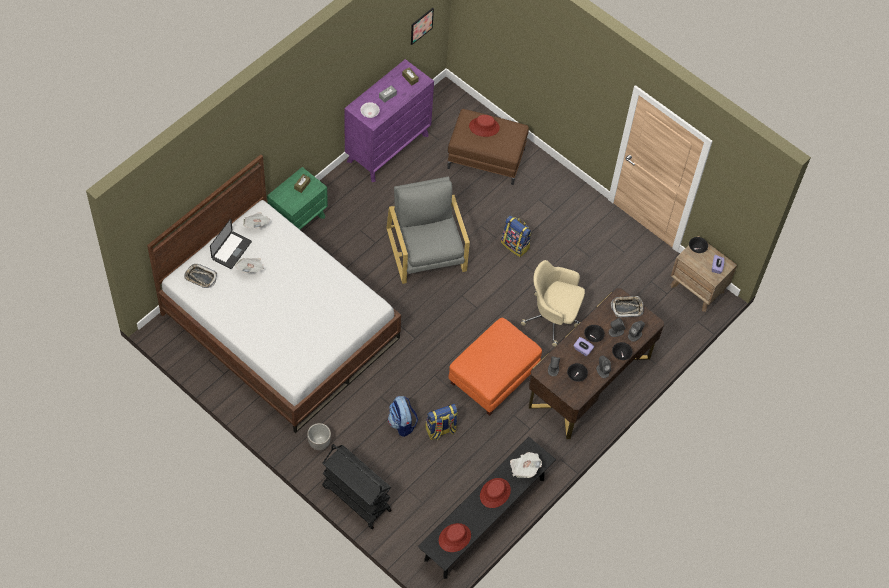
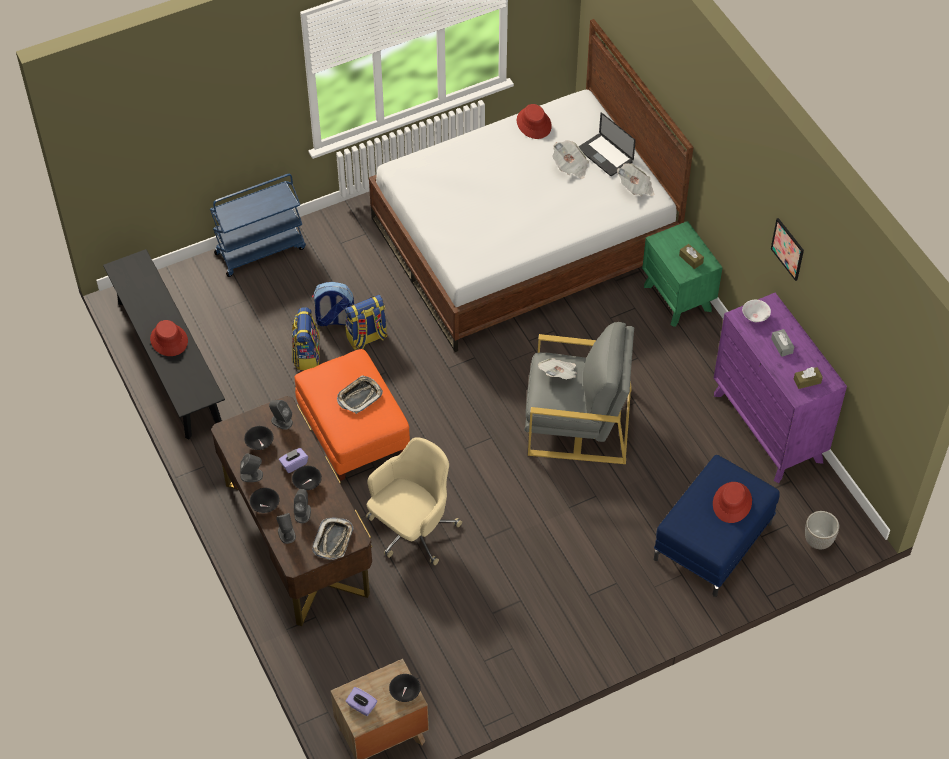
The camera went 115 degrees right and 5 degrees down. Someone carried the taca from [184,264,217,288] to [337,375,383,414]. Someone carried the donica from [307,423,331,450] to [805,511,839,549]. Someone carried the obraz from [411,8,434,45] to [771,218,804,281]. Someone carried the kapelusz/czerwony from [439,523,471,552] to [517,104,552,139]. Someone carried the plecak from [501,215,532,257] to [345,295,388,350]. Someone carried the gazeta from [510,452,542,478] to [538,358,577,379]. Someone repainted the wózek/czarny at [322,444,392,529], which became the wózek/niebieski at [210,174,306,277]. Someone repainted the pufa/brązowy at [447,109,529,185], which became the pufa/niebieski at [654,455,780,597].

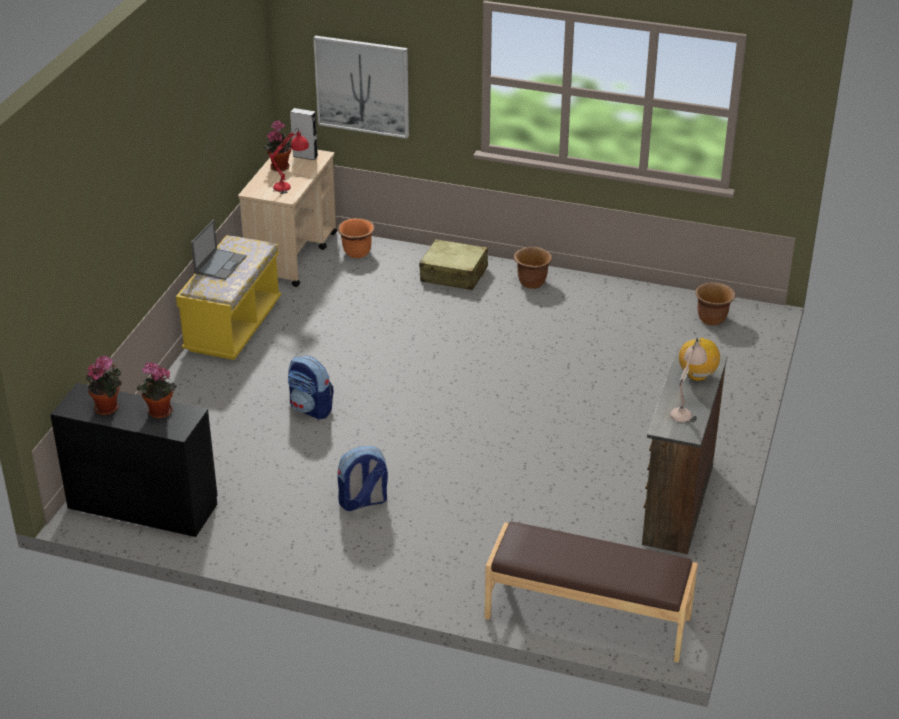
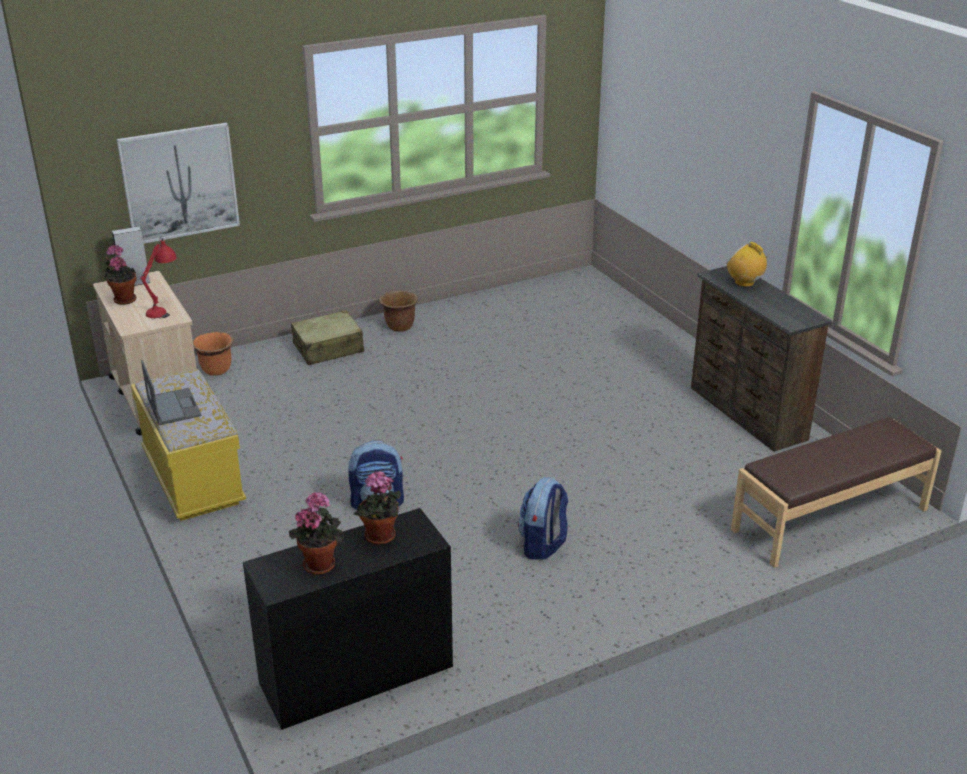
The camera went 45 degrees left and 5 degrees down. Someone took away the lampa stołowa/beżowy at [670,337,707,424]. Someone took away the donica/brązowy at [695,282,736,326].

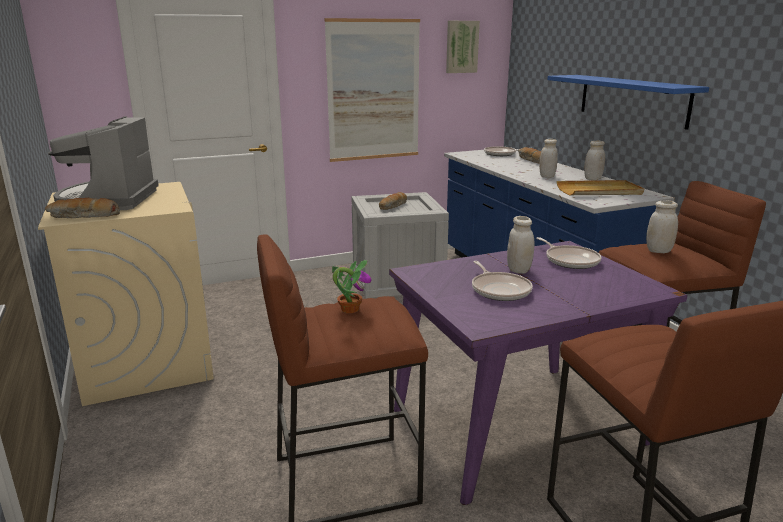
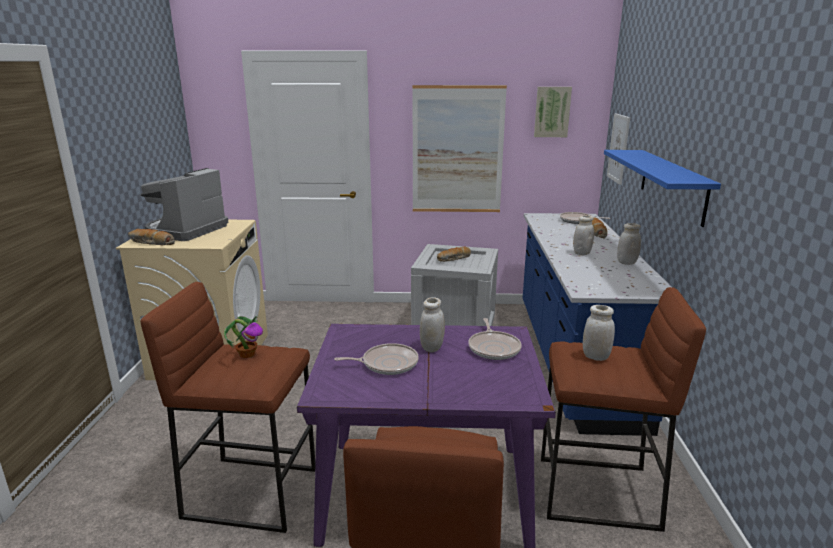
The camera went 25 degrees right and 0 degrees up. Someone took away the taca/beżowy at [557,180,644,195]. Someone put up the obraz at [607,113,630,185]. Someone rotated the patelnia at [472,261,533,301] by 105 degrees counterclockwise.

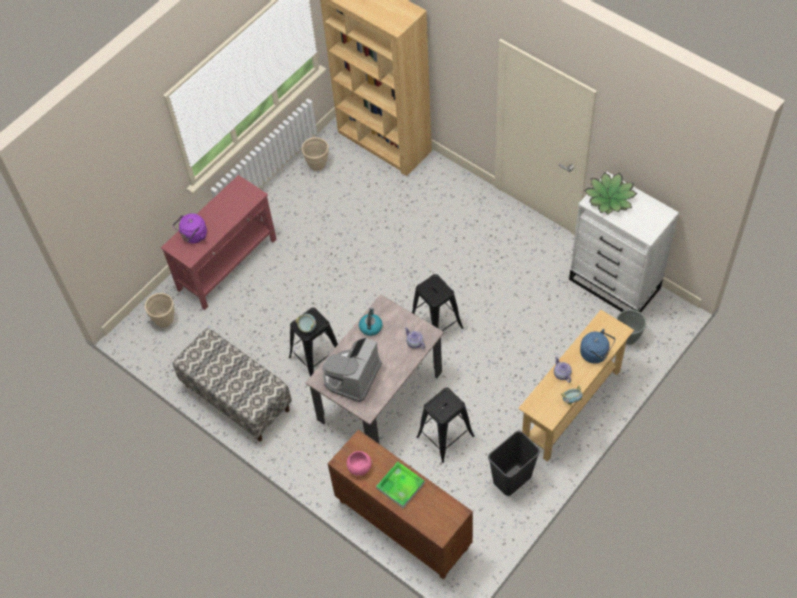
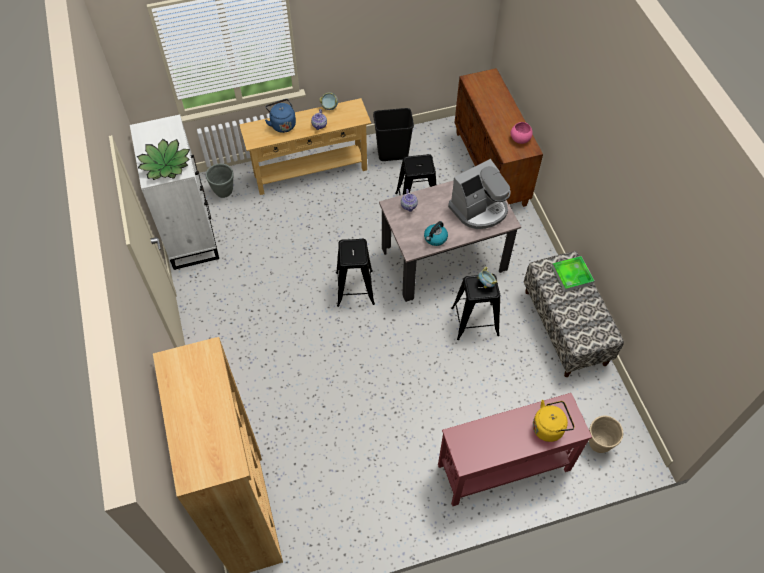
The camera went 150 degrees left and 0 degrees up. Someone took away the donica/beżowy at [302,137,329,171]. Someone carried the taca from [376,462,425,508] to [552,256,594,292]. Someone repainted the czajnik/fioletowy at [173,213,207,243], which became the czajnik/żółty at [533,400,575,442].

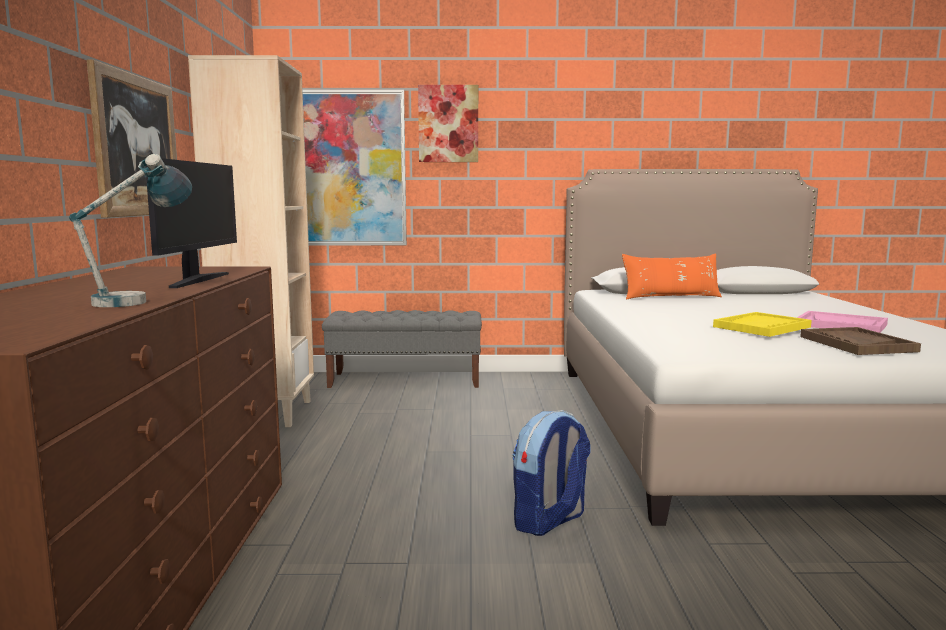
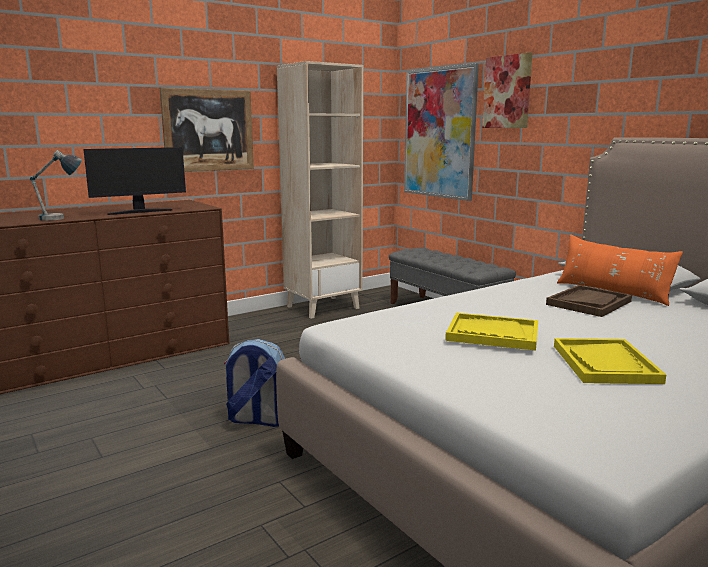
The camera went 55 degrees right and 5 degrees up. Someone carried the taca/brązowy from [800,327,921,355] to [546,285,632,317]. Someone repainted the taca/różowy at [797,311,888,333], which became the taca/żółty at [554,338,666,384].

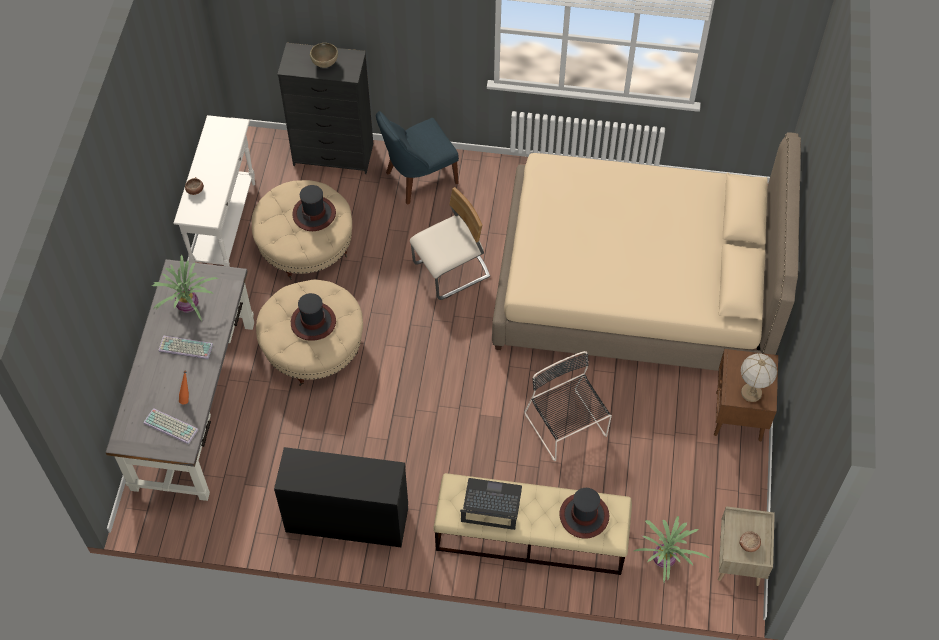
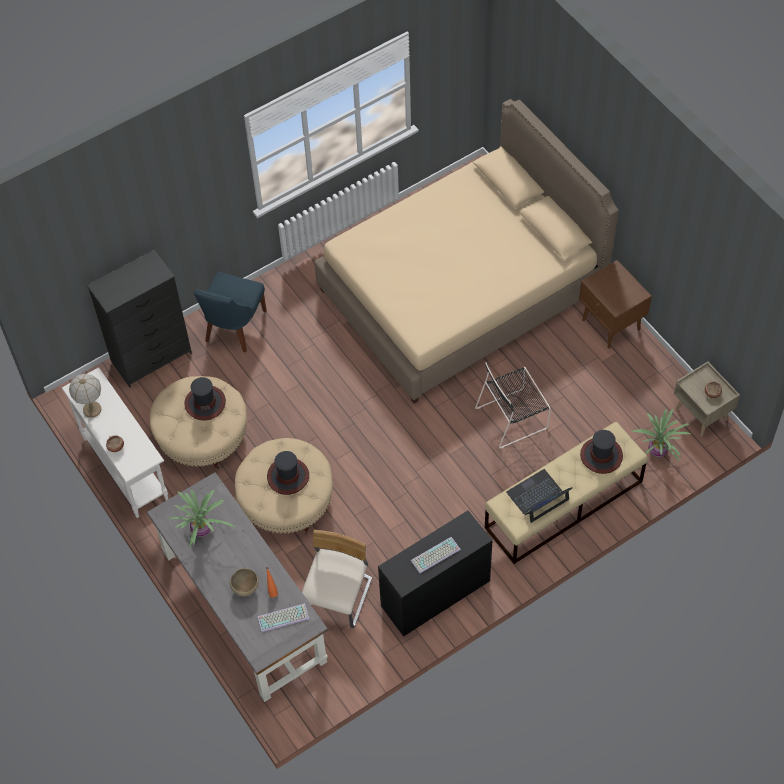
The camera went 40 degrees left and 0 degrees up. Someone carried the klawiatura from [158,336,213,359] to [411,537,461,574]. Someone carried the miska/brązowy from [310,43,338,68] to [230,568,258,596]. Someone carried the krzesło/beżowy from [410,187,490,300] to [302,530,372,628]. Someone carried the lampa stołowa from [741,353,777,402] to [69,374,101,418]. Someone rotated the krzesło/czarny at [524,351,612,461] by 45 degrees counterclockwise.

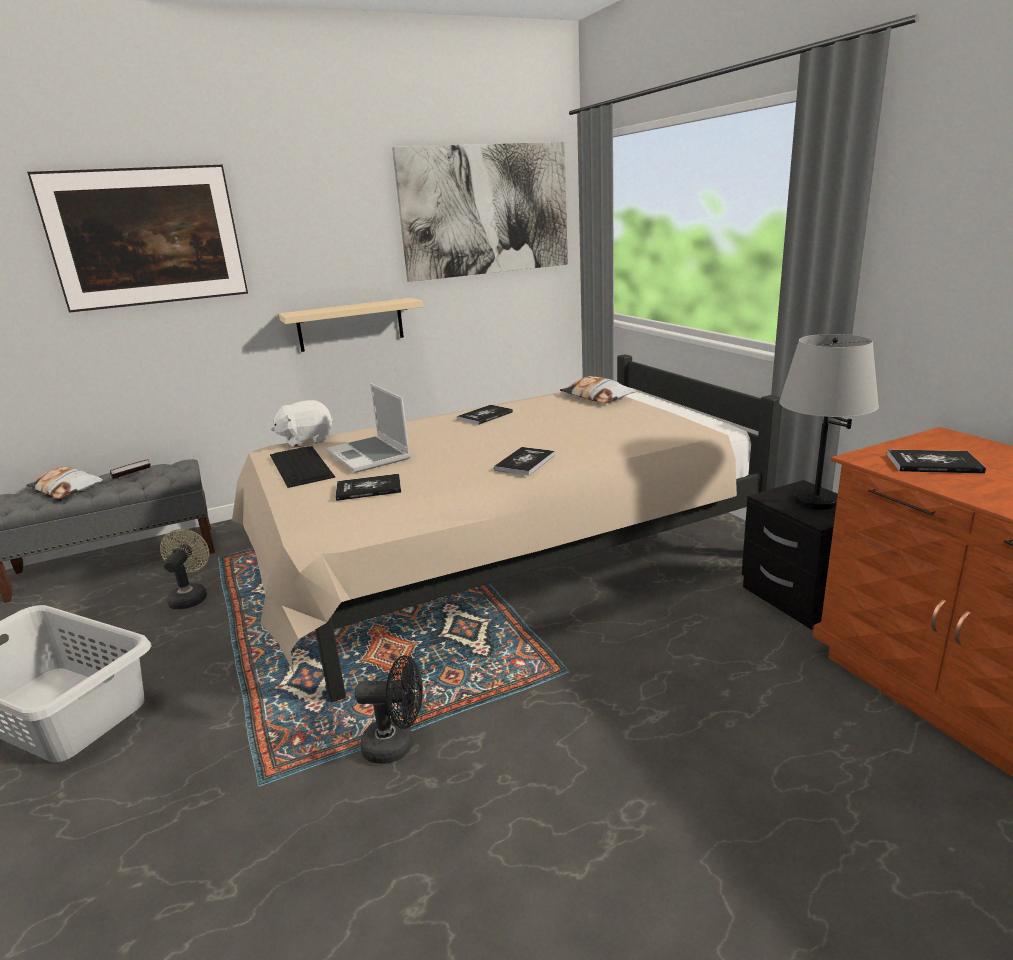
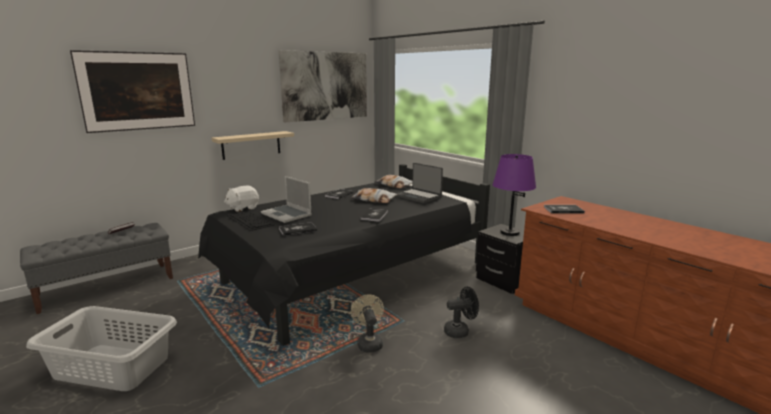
The camera went 15 degrees left and 5 degrees down. Someone put down the laptop at [396,163,443,203]. Someone carried the poduszka from [26,467,103,499] to [350,188,397,203]. Someone carried the wentylator/beżowy from [160,529,209,609] to [351,295,384,353]. Someone carried the wentylator/czarny from [355,655,423,764] to [444,287,479,338]. Someone repainted the łóżko/beżowy at [232,354,782,702], which became the łóżko/czarny at [198,164,490,346]. Someone repainted the lampa stołowa/szary at [779,334,879,510], which became the lampa stołowa/fioletowy at [493,154,536,236].

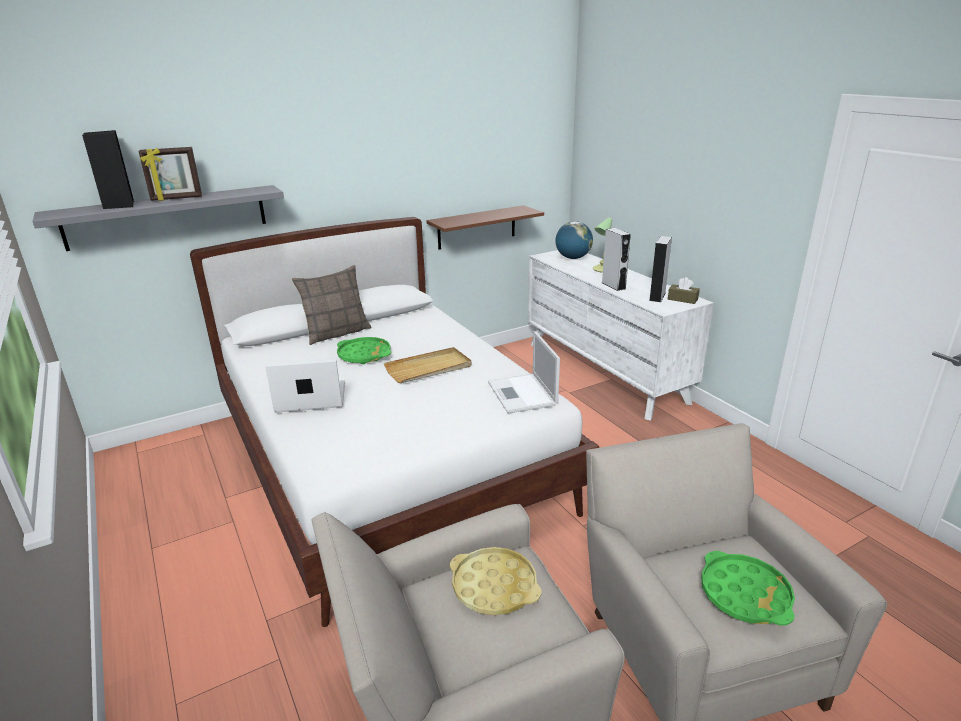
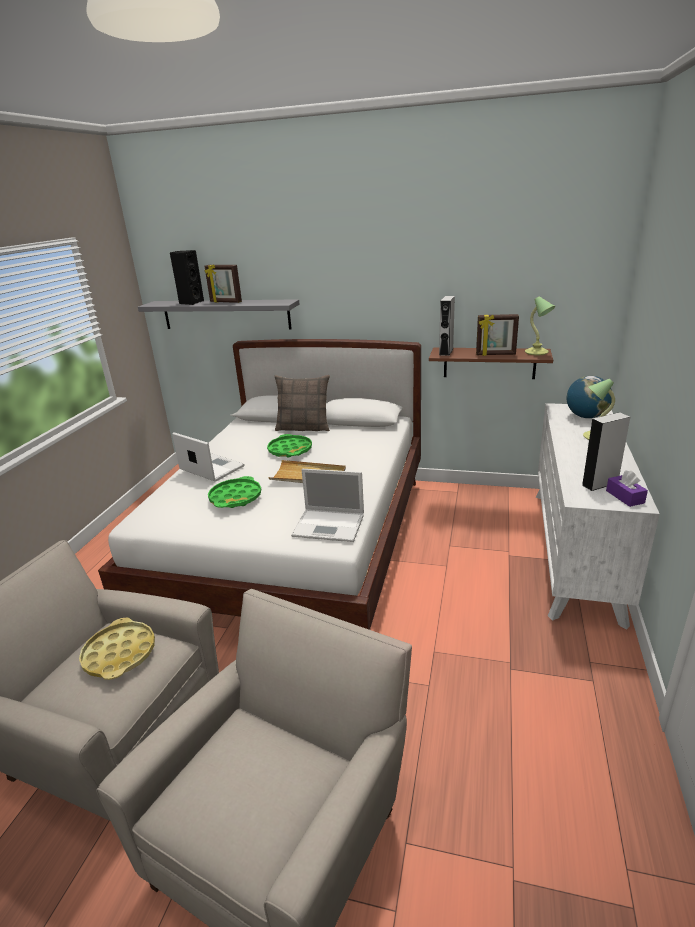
The camera went 45 degrees right and 0 degrees up. Someone put down the ramka na zdjęcie at [476,314,519,356]. Someone put down the lampa stołowa at [525,296,555,355]. Someone carried the głośnik/szary from [602,228,631,291] to [439,296,455,356]. Someone carried the taca/zielony from [701,551,795,626] to [208,476,261,508]. Someone repainted the pudełko chusteczek/brązowy at [668,277,700,304], which became the pudełko chusteczek/fioletowy at [606,470,648,507]. Someone rotated the laptop at [488,331,560,414] by 105 degrees counterclockwise.

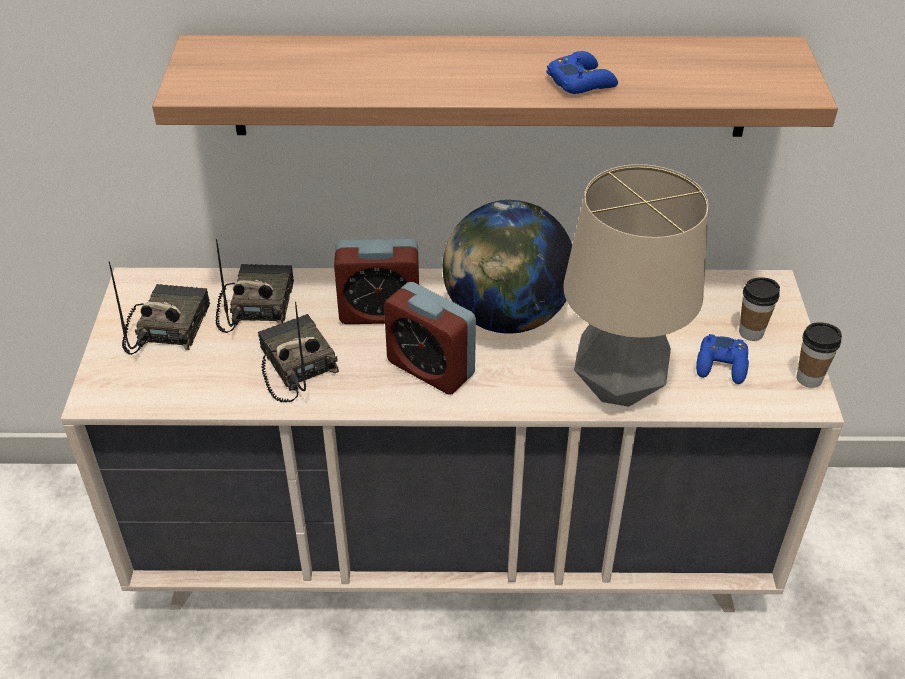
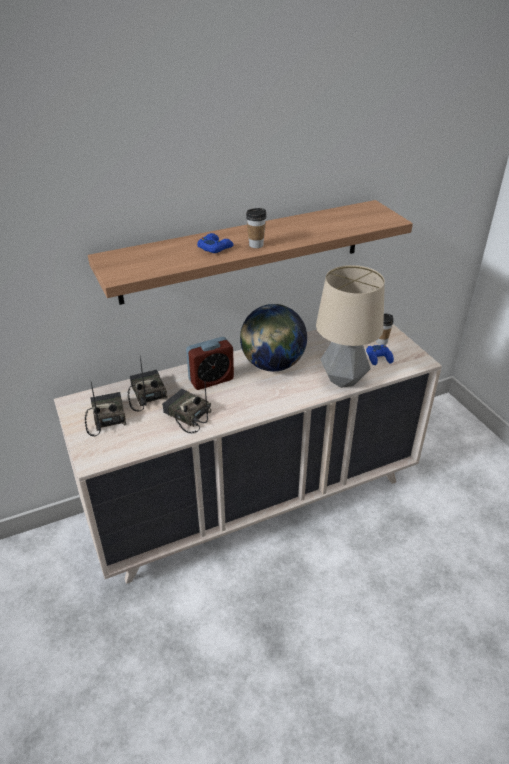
The camera went 25 degrees left and 5 degrees down. Someone took away the budzik at [384,282,476,395]. Someone carried the pad do gier/niebieski from [546,51,618,94] to [197,233,234,253]. Someone carried the filiżanka from [796,322,842,388] to [246,208,267,248].

